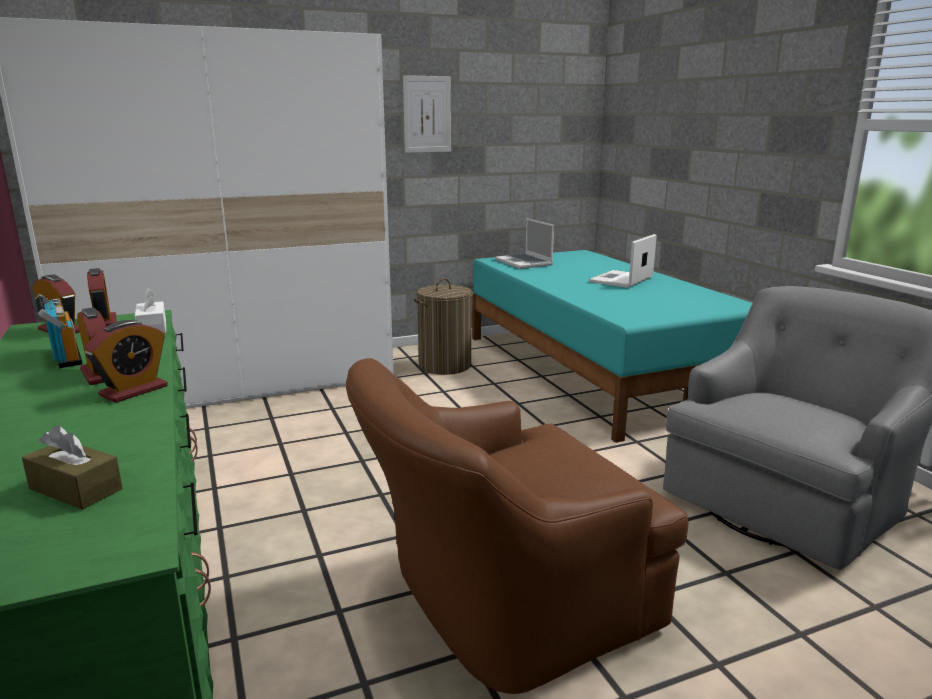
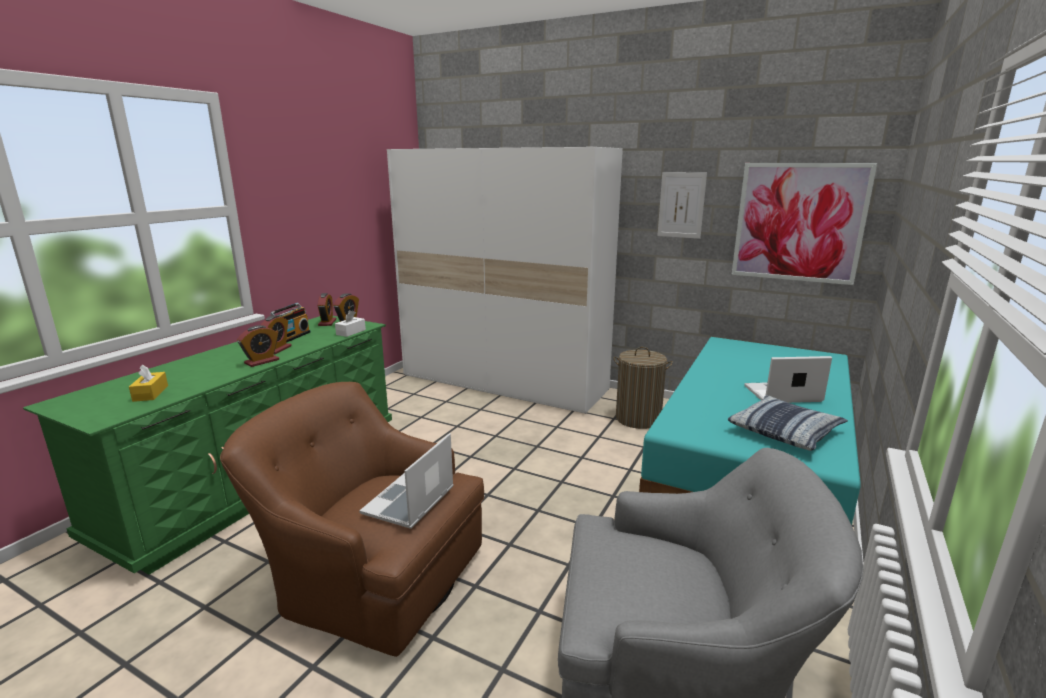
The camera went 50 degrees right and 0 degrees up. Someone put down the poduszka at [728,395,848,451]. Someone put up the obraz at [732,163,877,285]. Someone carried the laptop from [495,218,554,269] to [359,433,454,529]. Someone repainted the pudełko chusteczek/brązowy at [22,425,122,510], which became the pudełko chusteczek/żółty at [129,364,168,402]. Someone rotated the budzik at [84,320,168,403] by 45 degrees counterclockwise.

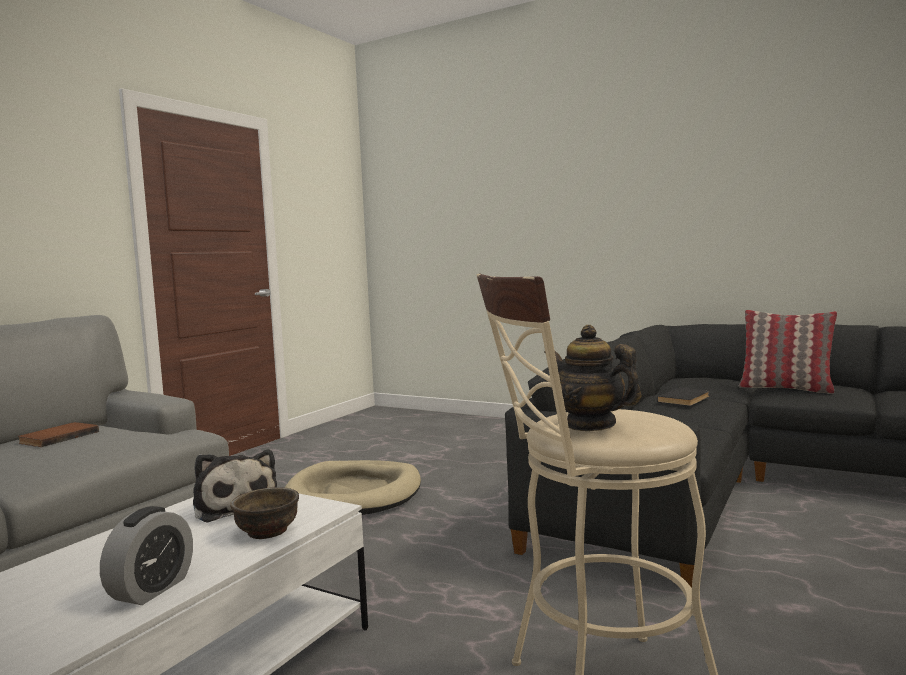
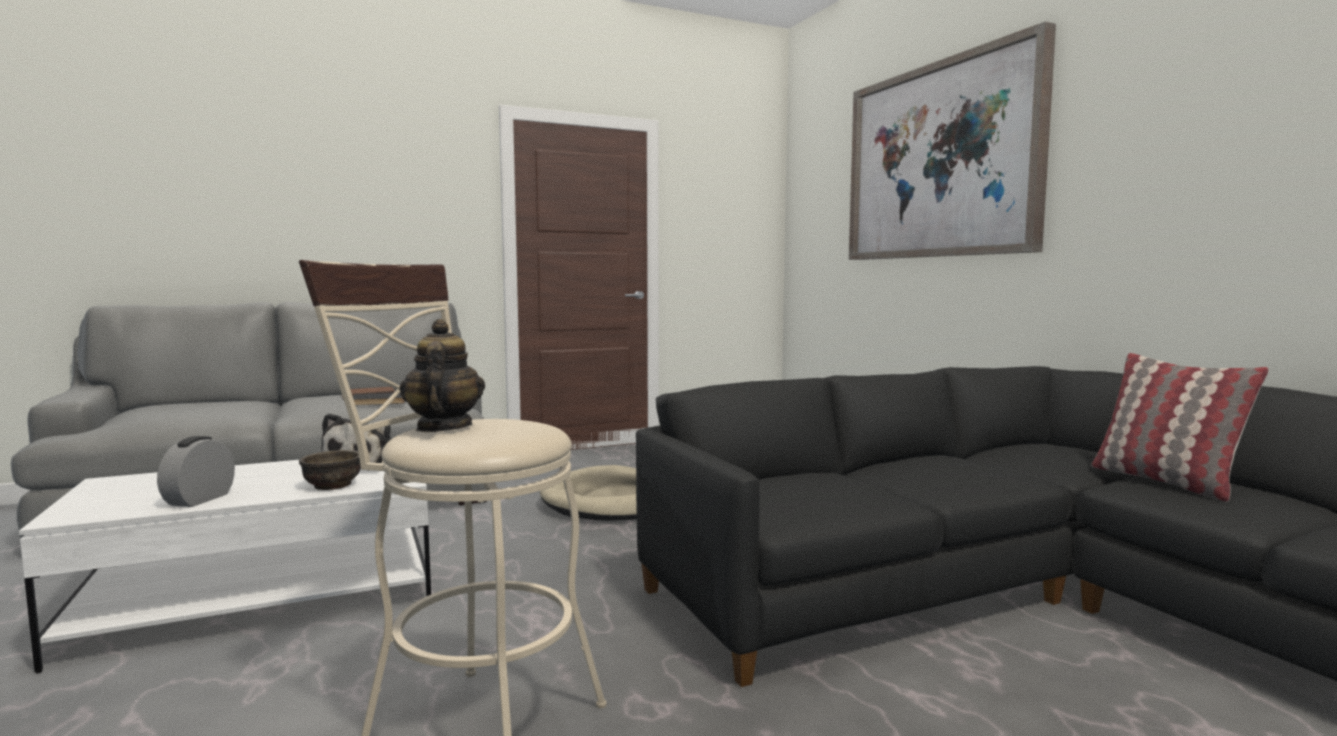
The camera went 35 degrees right and 0 degrees up. Someone put up the obraz at [849,22,1056,260]. Someone carried the książka/czarny from [657,388,709,406] to [353,393,406,405]. Someone rotated the budzik at [100,506,193,605] by 135 degrees clockwise.

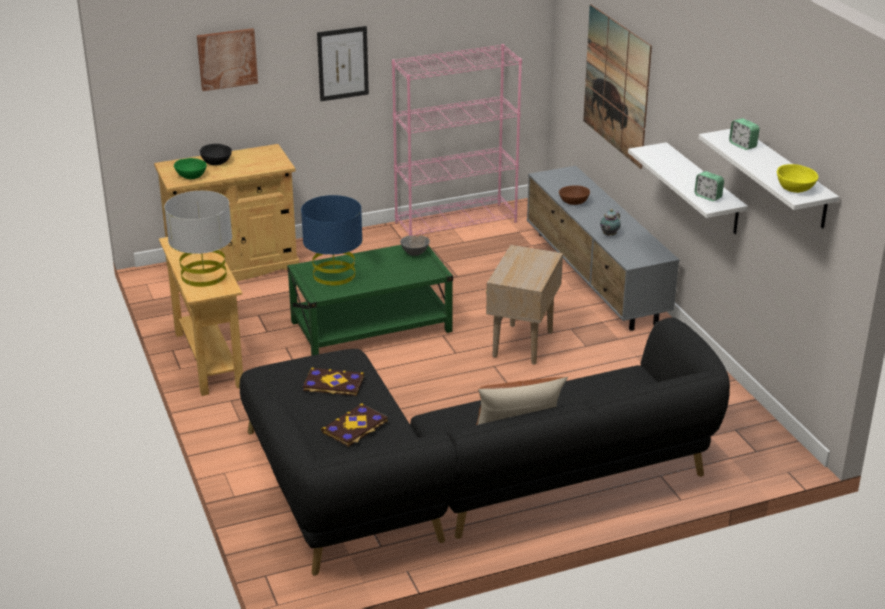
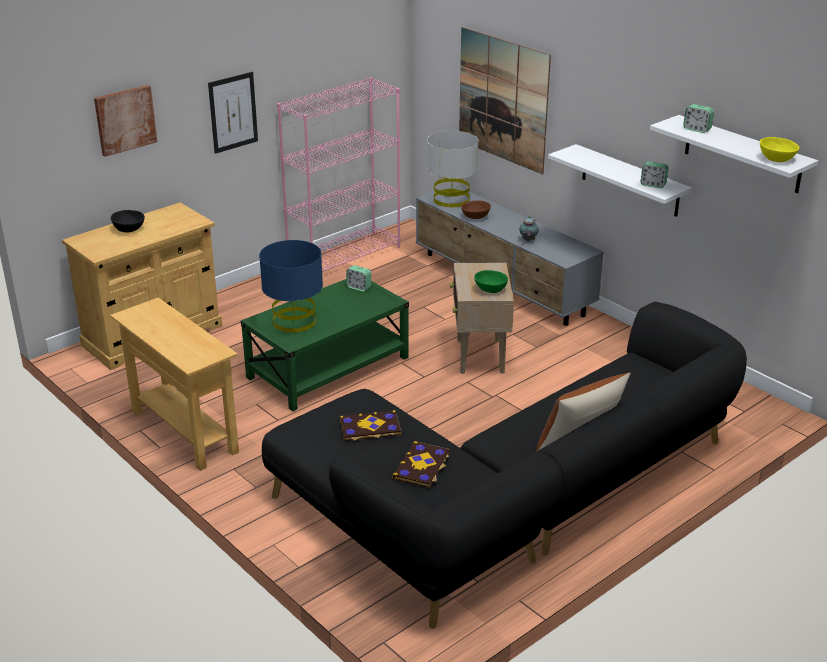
The camera went 20 degrees left and 0 degrees up. Someone carried the lampa stołowa/szary from [164,191,232,287] to [427,131,478,207]. Someone carried the miska/zielony from [174,158,207,179] to [474,270,508,293]. Someone swapped the miska/szary at [400,236,430,256] for the budzik at [346,265,371,292].

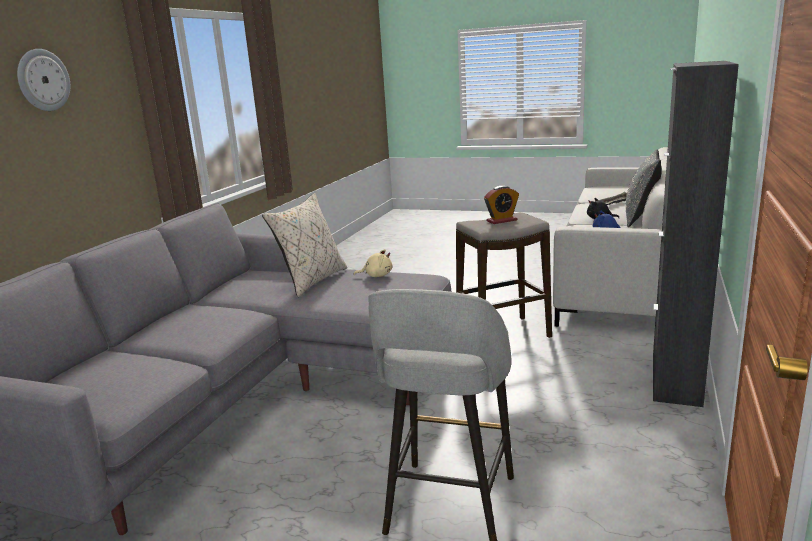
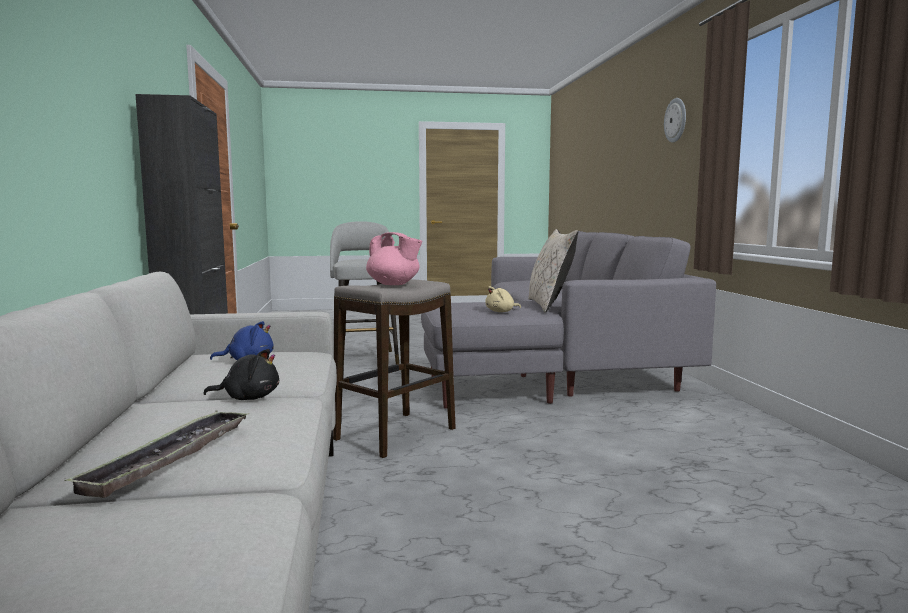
The camera went 150 degrees right and 10 degrees down. Someone took away the poduszka/szary at [626,149,662,227]. Someone swapped the budzik at [484,186,519,224] for the imbryk/różowy at [366,232,422,285].

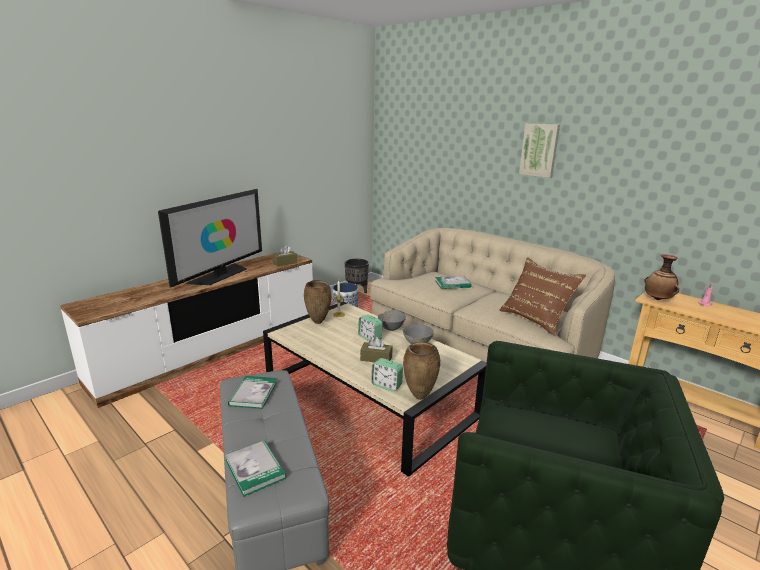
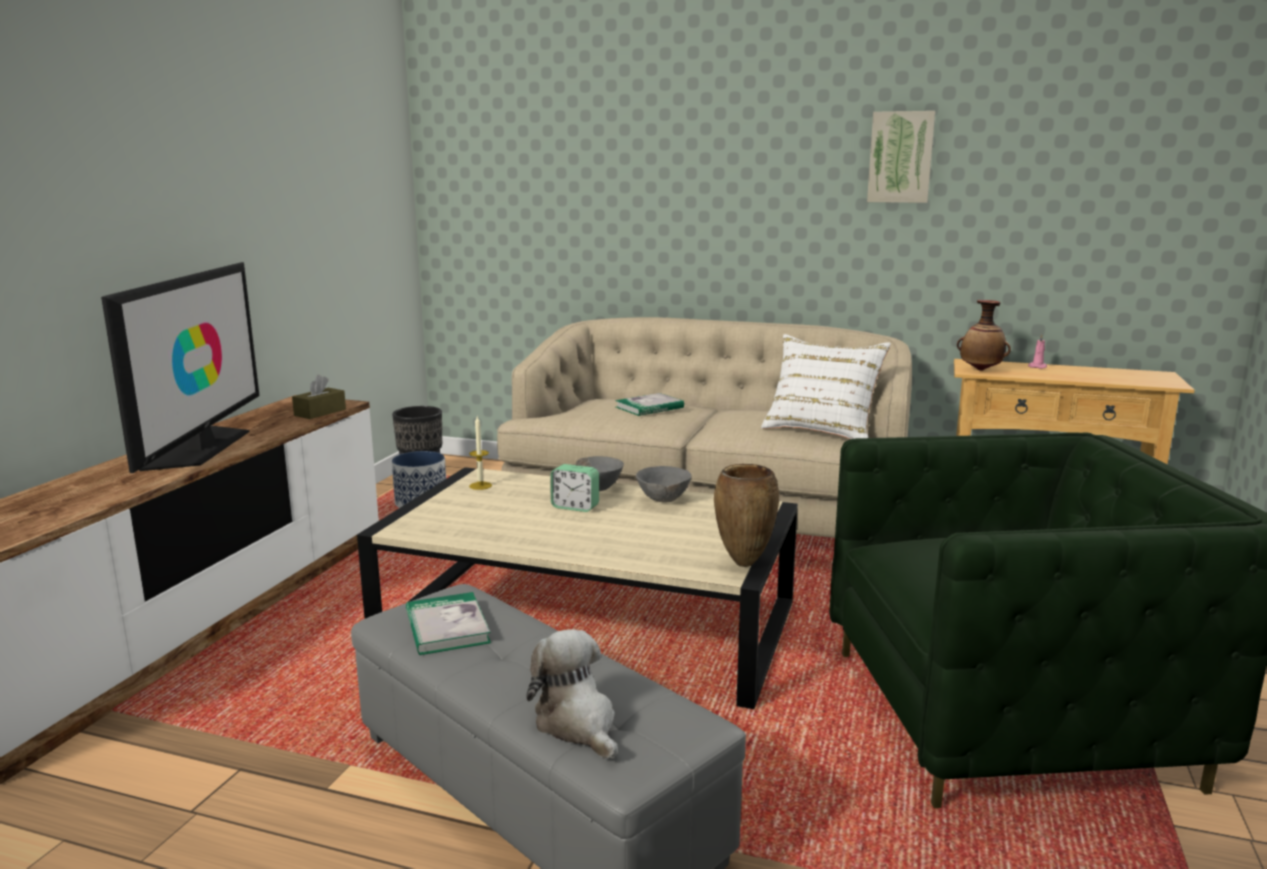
The camera went 25 degrees left and 5 degrees down. Someone took away the wazon/brązowy at [304,280,331,324]. Someone took away the pudełko chusteczek/brązowy at [360,337,393,362]. Someone took away the budzik at [371,358,403,392]. Someone carried the obraz from [519,123,560,178] to [867,111,935,203]. Someone swapped the książka at [225,440,286,497] for the pluszak at [526,629,617,760]. Someone repainted the poduszka/brązowy at [499,257,586,335], which became the poduszka/biały at [761,334,891,439].

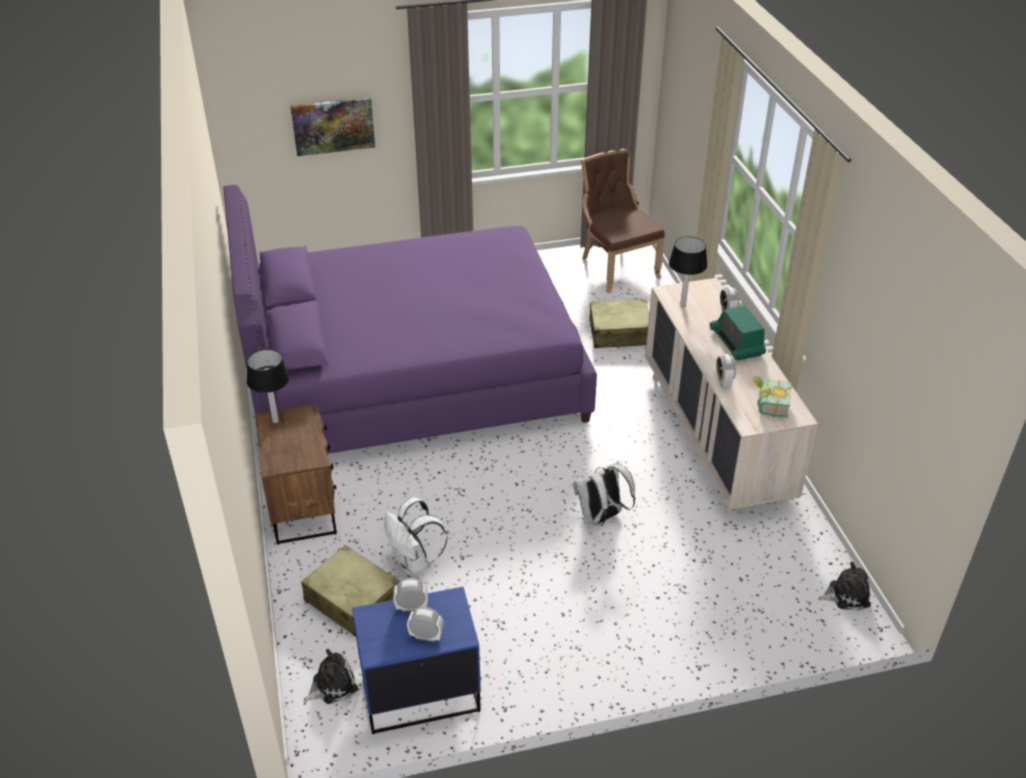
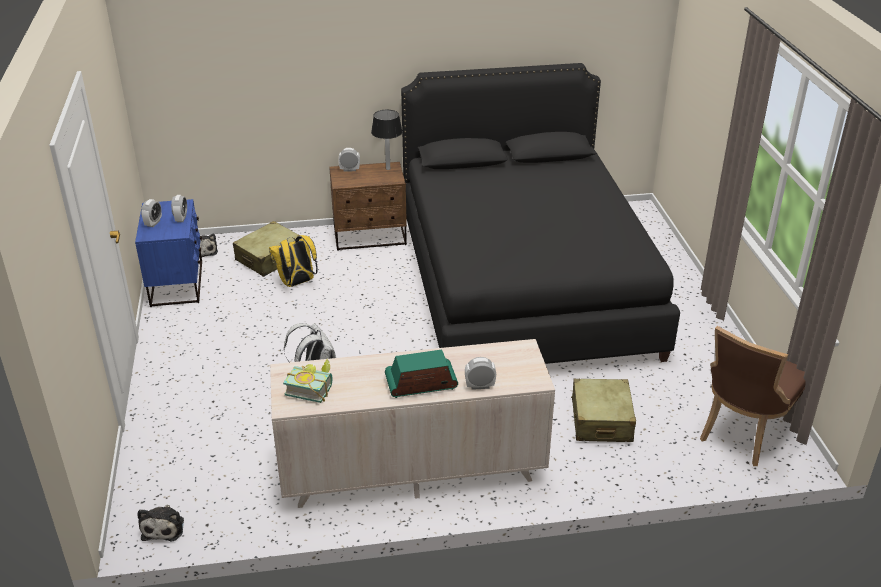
The camera went 95 degrees right and 5 degrees down. Someone took away the obraz at [290,97,375,156]. Someone took away the lampa stołowa at [669,236,707,307]. Someone carried the budzik from [716,354,736,387] to [338,148,360,171]. Someone repainted the łóżko/fioletowy at [224,185,597,454], which became the łóżko/czarny at [401,63,680,364]. Someone repainted the plecak/biały at [384,497,448,575], which became the plecak/żółty at [269,235,318,287]. Someone rotated the krzesło/brązowy at [581,149,665,293] by 150 degrees clockwise.

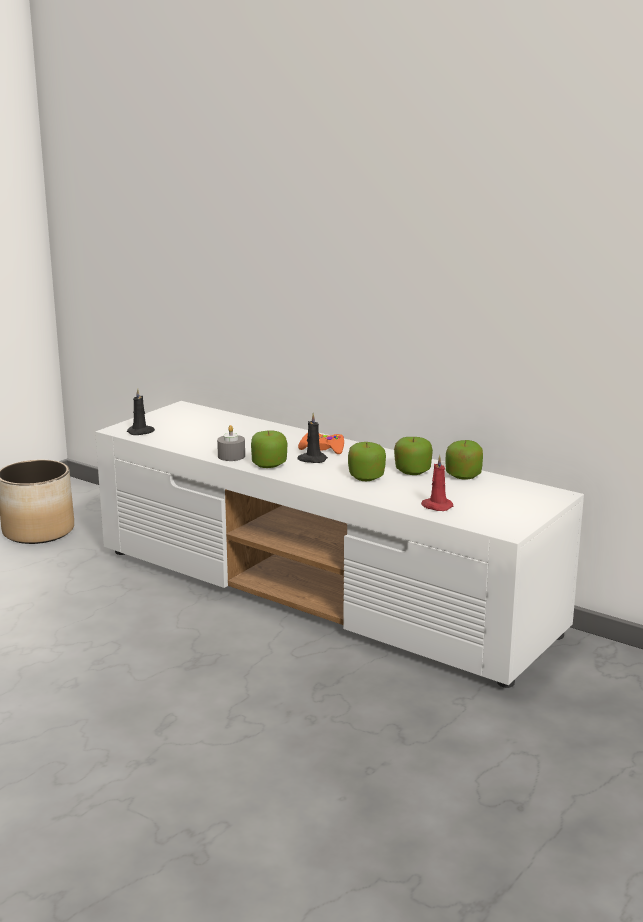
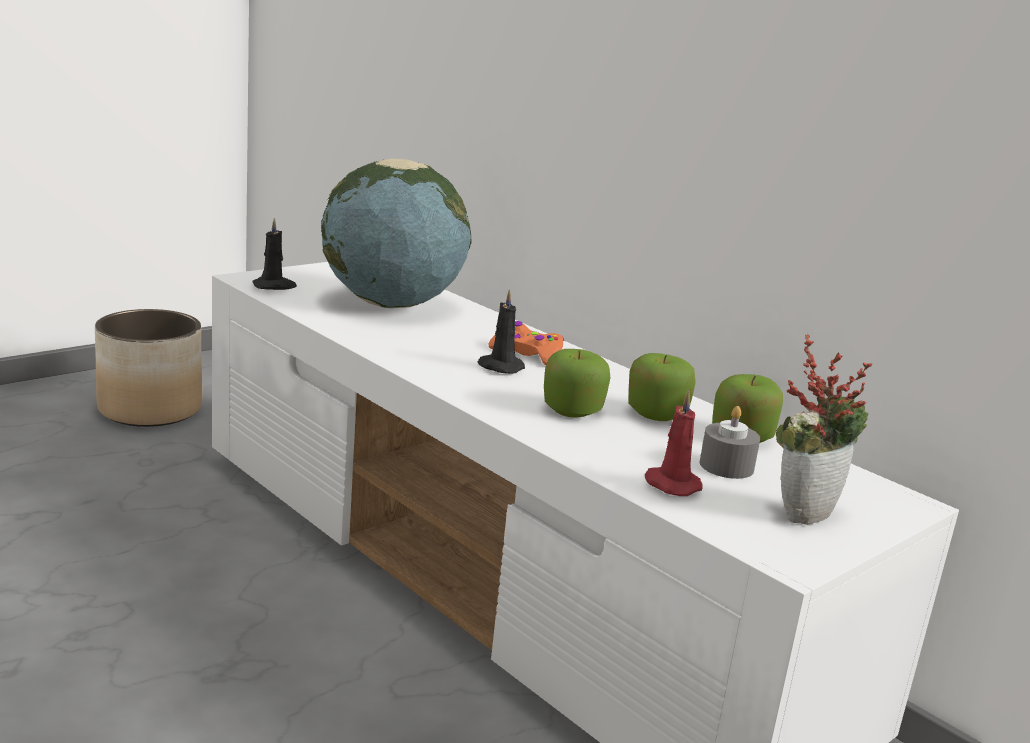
The camera went 10 degrees right and 0 degrees up. Someone took away the jabłko at [251,430,287,468]. Someone put down the globus at [321,158,471,308]. Someone put down the roślina doniczkowa at [776,334,872,525]. Someone carried the świeca/szary from [217,425,245,461] to [700,406,760,479].

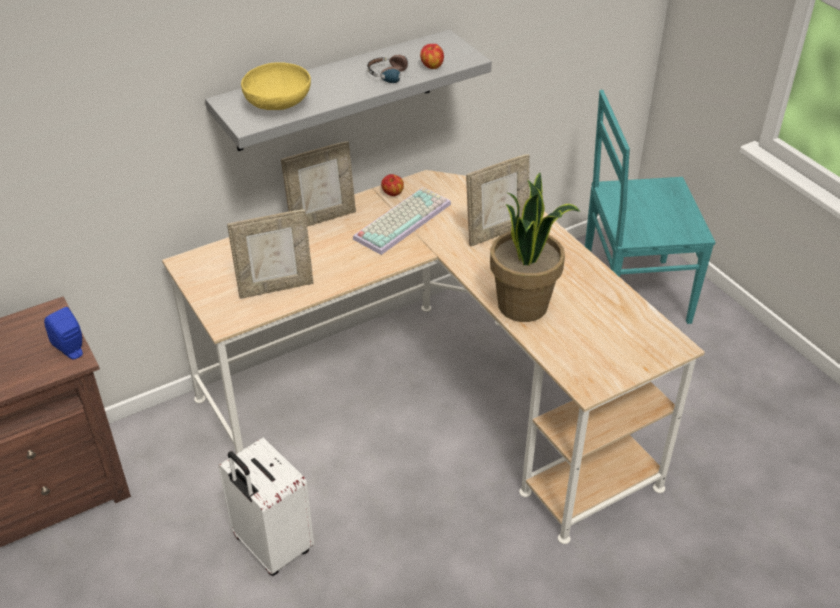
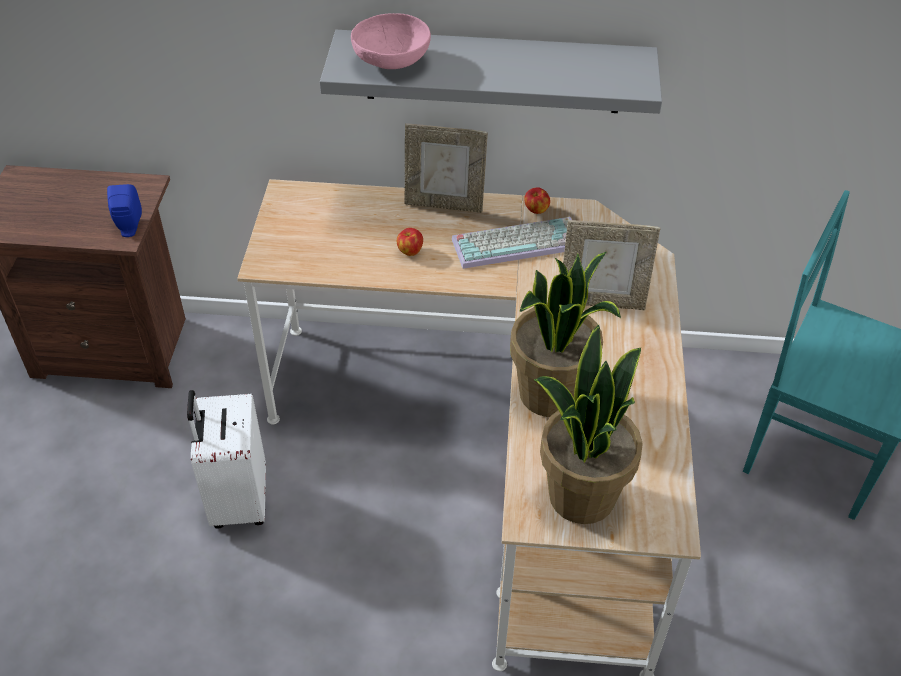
The camera went 35 degrees right and 5 degrees up. Someone took away the ramka na zdjęcie at [227,210,313,299]. Someone took away the słuchawki at [367,55,416,83]. Someone put down the roślina doniczkowa at [534,325,643,524]. Someone carried the jabłko from [420,44,444,69] to [397,228,423,256]. Someone repainted the miska/żółty at [241,62,311,110], which became the miska/różowy at [351,13,431,69].

